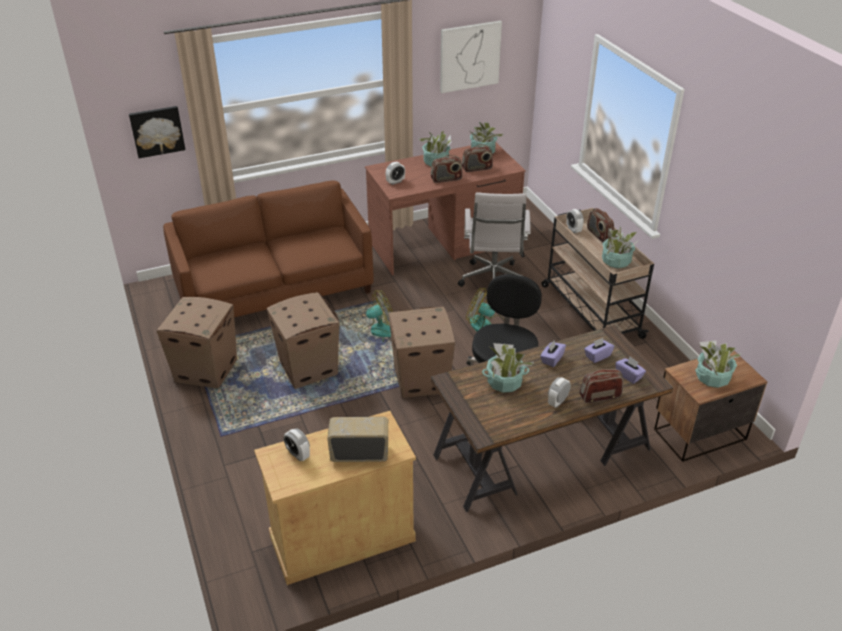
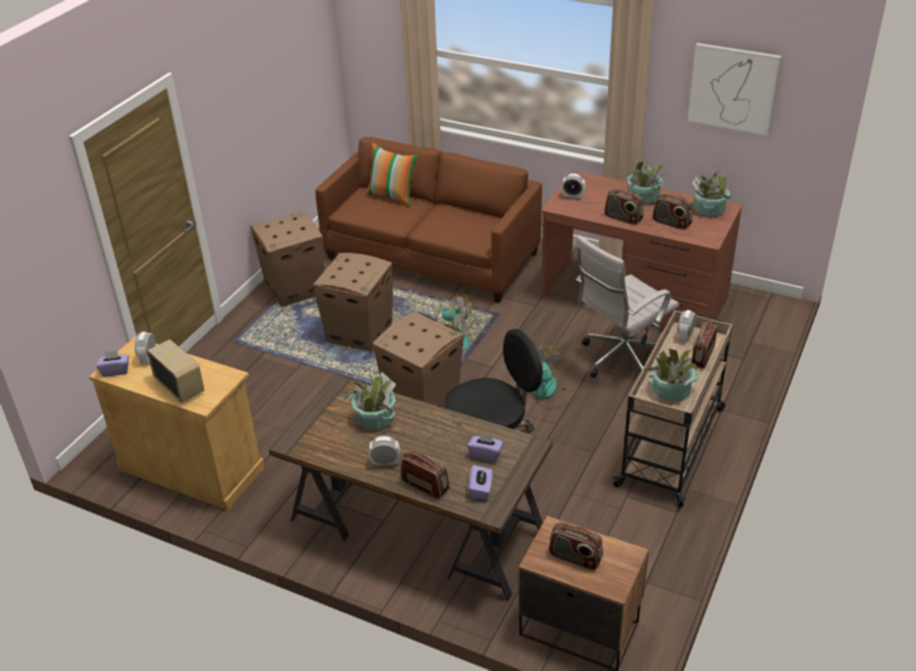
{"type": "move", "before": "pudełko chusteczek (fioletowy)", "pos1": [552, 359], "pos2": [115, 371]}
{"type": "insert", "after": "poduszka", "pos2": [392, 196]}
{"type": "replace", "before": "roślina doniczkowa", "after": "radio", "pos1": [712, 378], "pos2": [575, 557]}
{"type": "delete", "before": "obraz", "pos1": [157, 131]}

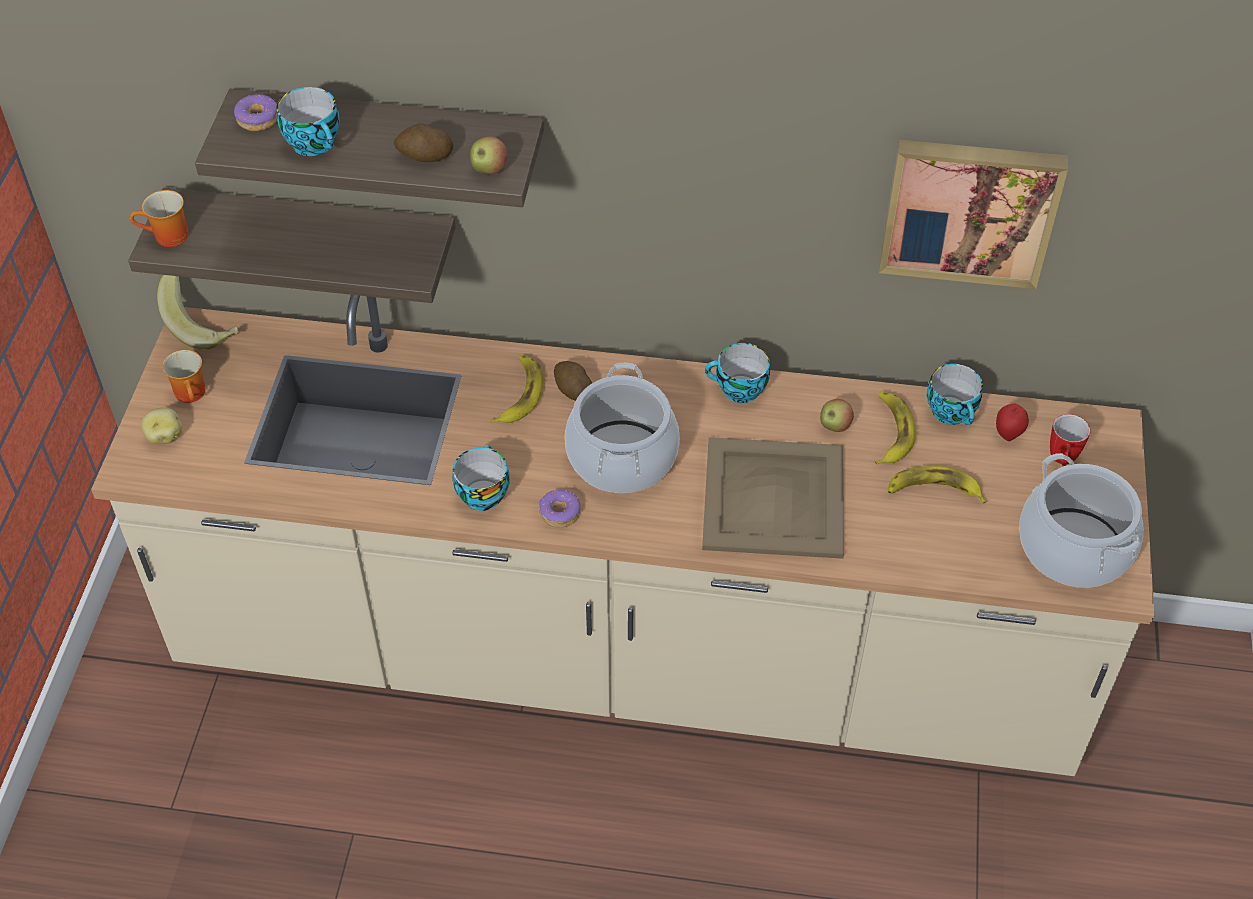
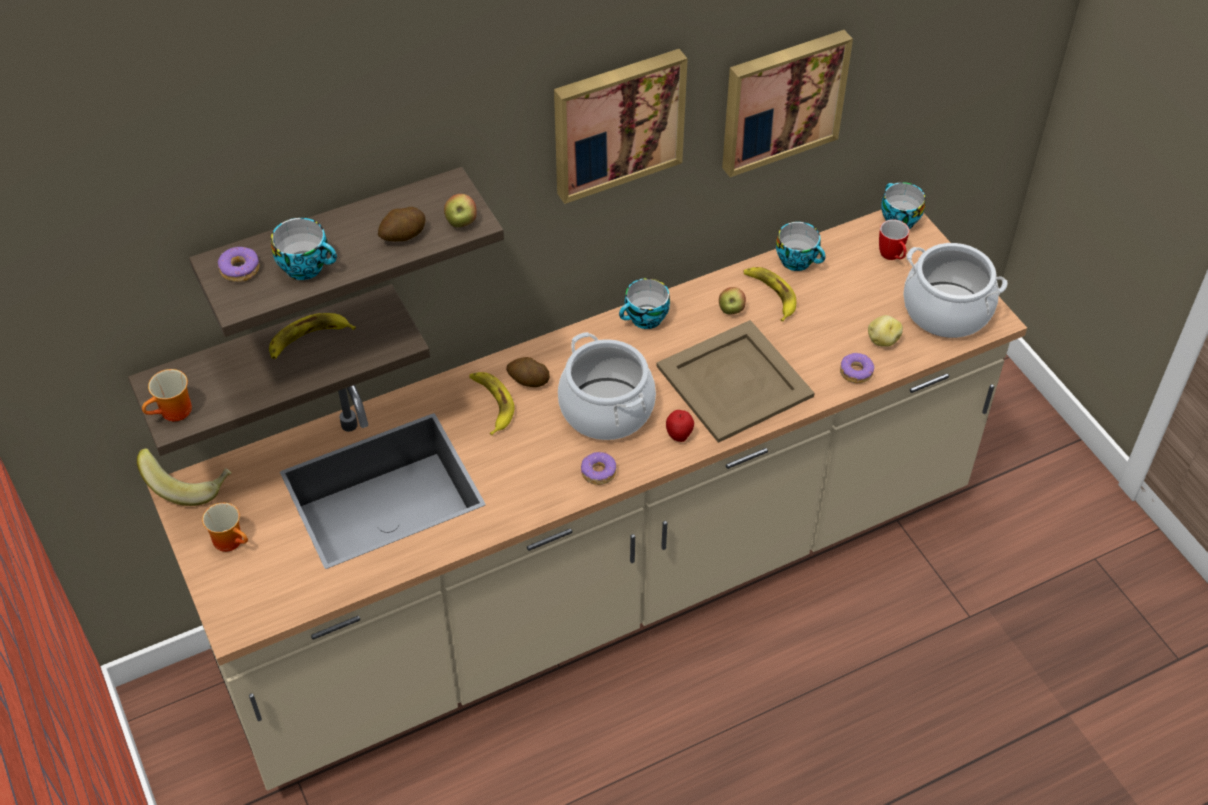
{"type": "move", "before": "banan", "pos1": [933, 490], "pos2": [308, 339]}
{"type": "insert", "after": "obraz", "pos2": [616, 122]}
{"type": "move", "before": "jabłko", "pos1": [1008, 434], "pos2": [679, 436]}
{"type": "insert", "after": "donut", "pos2": [856, 372]}
{"type": "move", "before": "ziemniak", "pos1": [164, 436], "pos2": [882, 340]}
{"type": "move", "before": "filiżanka", "pos1": [481, 493], "pos2": [897, 219]}

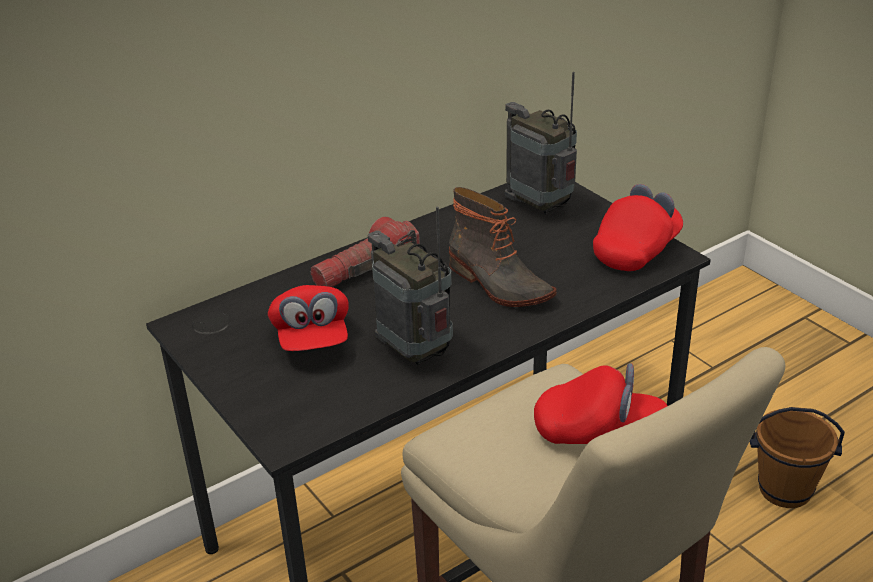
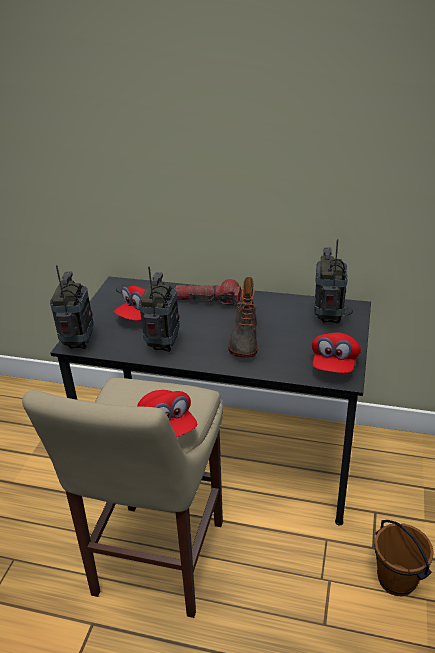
{"type": "insert", "after": "radio", "pos2": [78, 342]}
{"type": "rotate", "before": "czapka z daszkiem (czerwony)", "pos1": [637, 249], "pos2": [334, 364], "turn": 105}

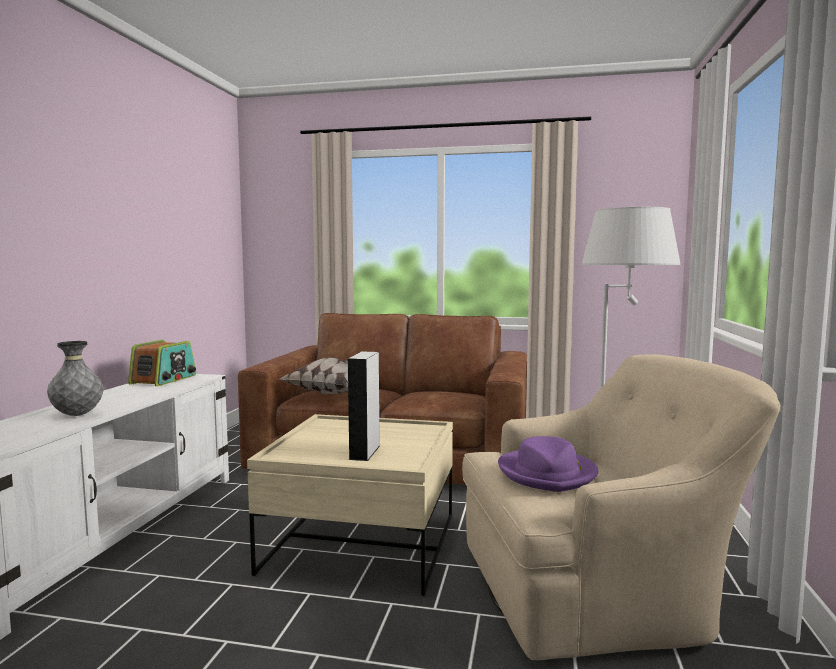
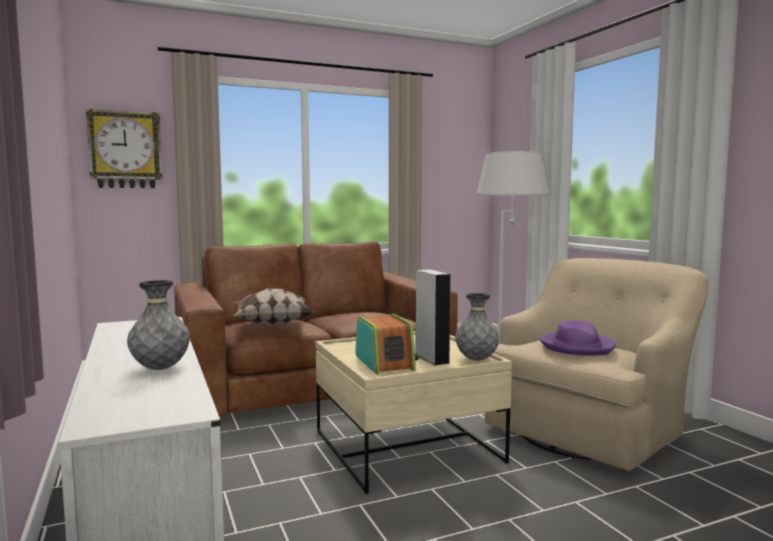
{"type": "insert", "after": "zegar ścienny", "pos2": [125, 150]}
{"type": "move", "before": "radio", "pos1": [164, 379], "pos2": [385, 363]}
{"type": "insert", "after": "wazon (szary)", "pos2": [476, 360]}

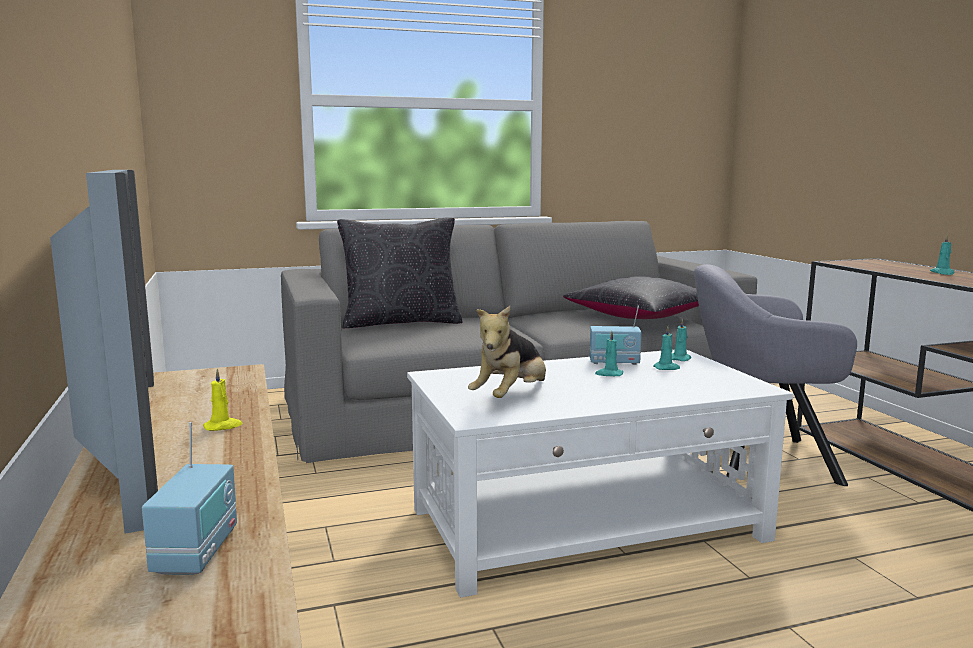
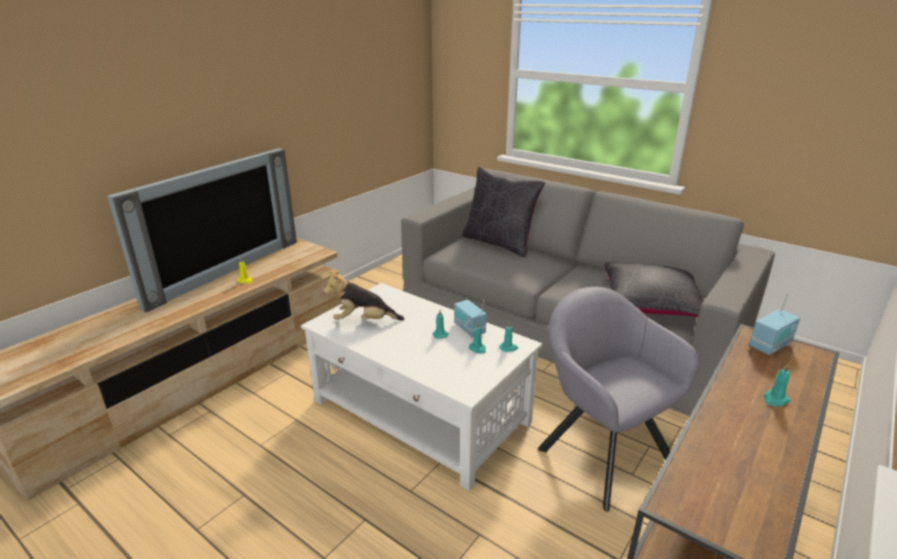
{"type": "move", "before": "radio", "pos1": [197, 551], "pos2": [770, 345]}

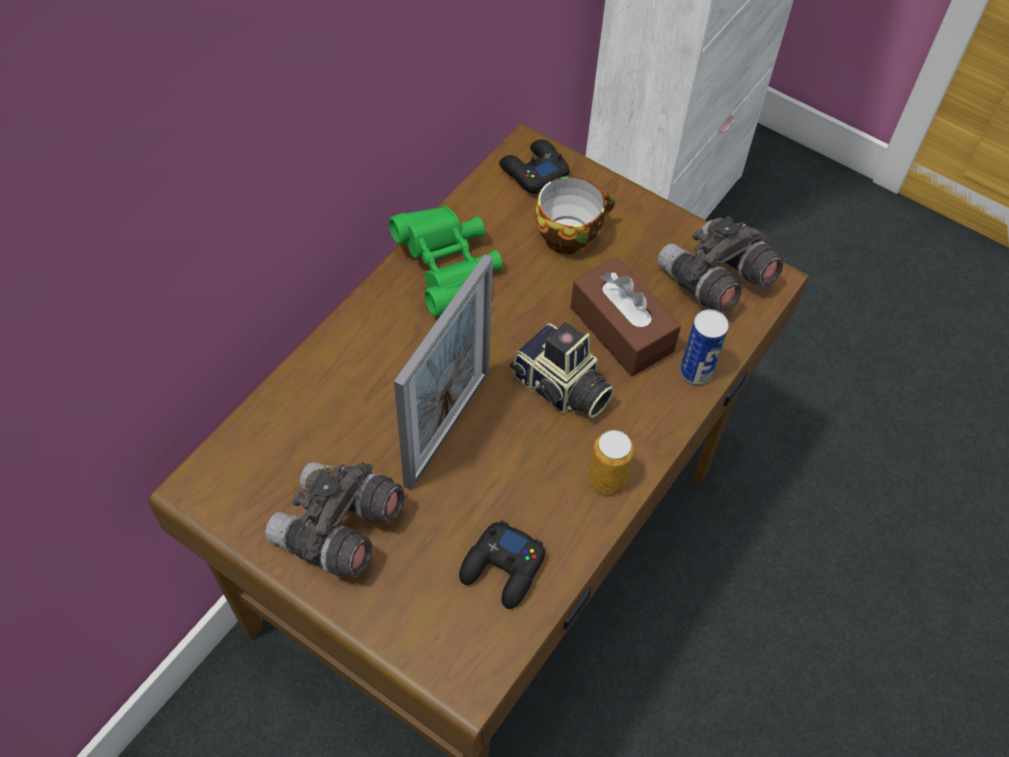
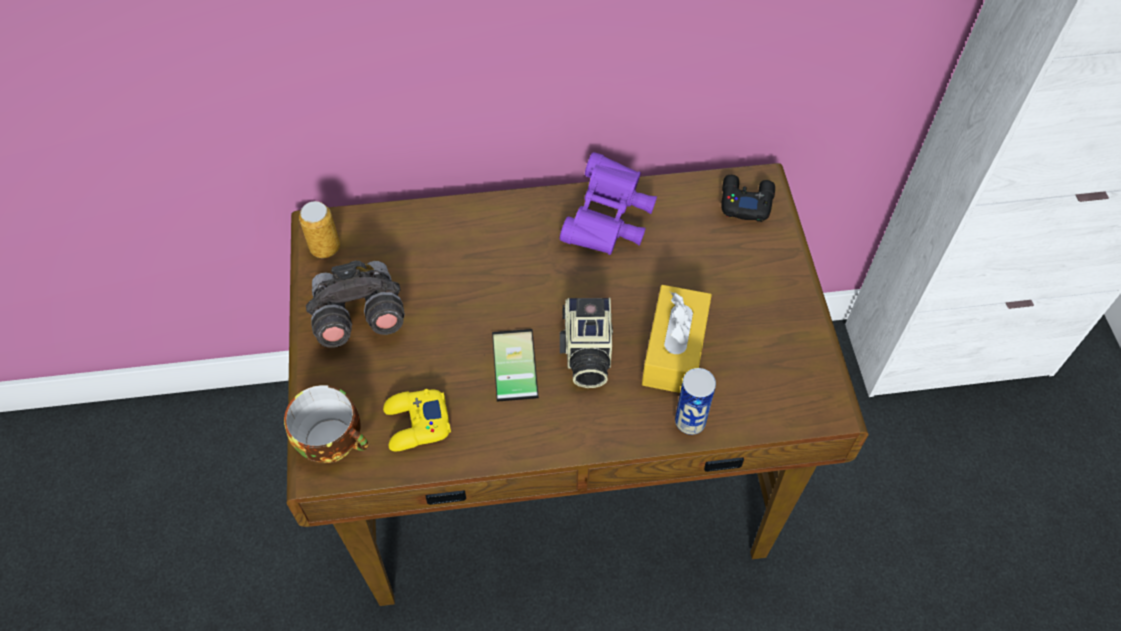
{"type": "move", "before": "filiżanka", "pos1": [570, 234], "pos2": [334, 440]}
{"type": "move", "before": "puszka", "pos1": [607, 479], "pos2": [325, 248]}
{"type": "recolor", "before": "pad do gier (czarny)", "after": "pad do gier (żółty)", "pos1": [503, 569], "pos2": [416, 424]}
{"type": "insert", "after": "telefon", "pos2": [510, 365]}
{"type": "recolor", "before": "lornetka (zielony)", "after": "lornetka (fioletowy)", "pos1": [449, 270], "pos2": [608, 221]}
{"type": "recolor", "before": "pudełko chusteczek (brązowy)", "after": "pudełko chusteczek (żółty)", "pos1": [621, 329], "pos2": [674, 350]}
{"type": "delete", "before": "ramka na zdjęcie", "pos1": [447, 428]}
{"type": "delete", "before": "lornetka (szary)", "pos1": [714, 281]}

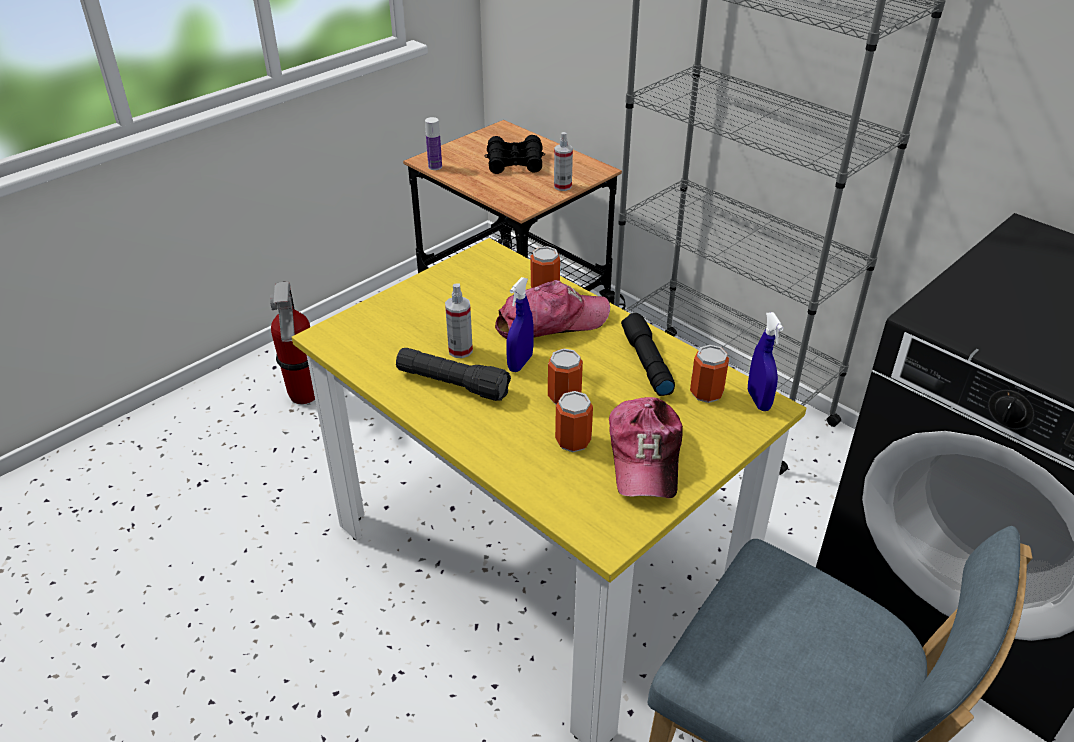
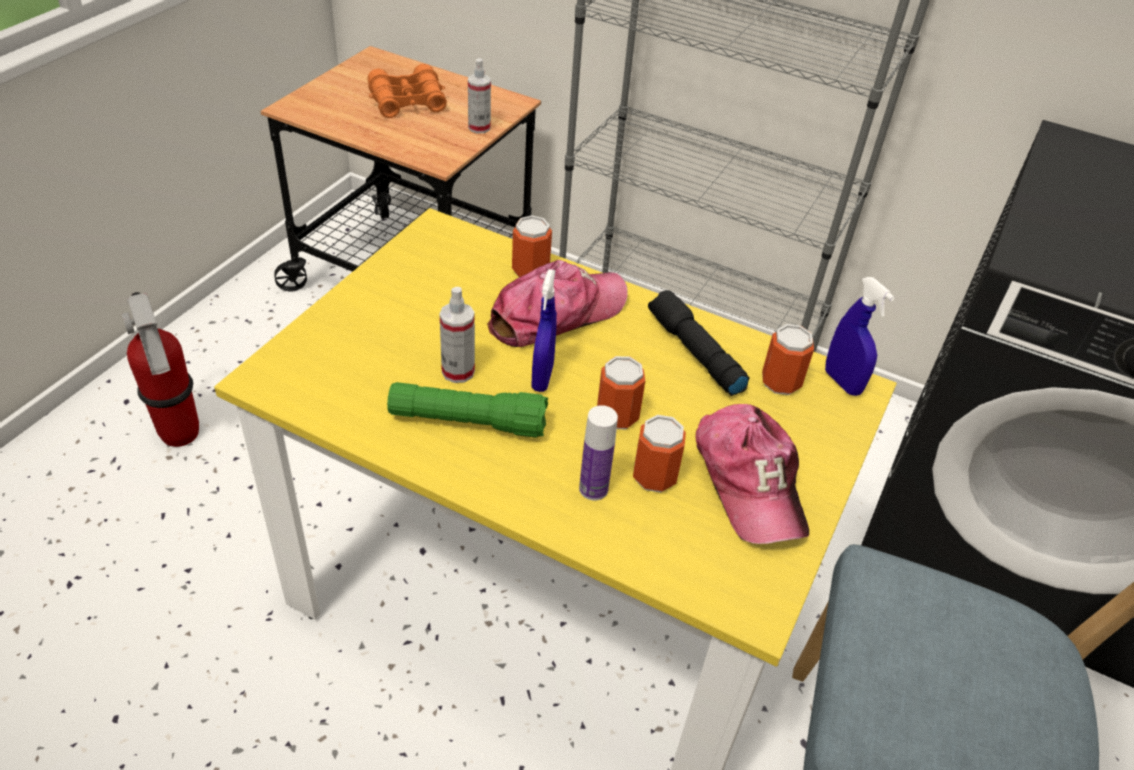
{"type": "recolor", "before": "lornetka (czarny)", "after": "lornetka (pomarańczowy)", "pos1": [515, 163], "pos2": [407, 101]}
{"type": "recolor", "before": "latarka (czarny)", "after": "latarka (zielony)", "pos1": [452, 384], "pos2": [468, 422]}
{"type": "move", "before": "butelka", "pos1": [435, 167], "pos2": [593, 489]}

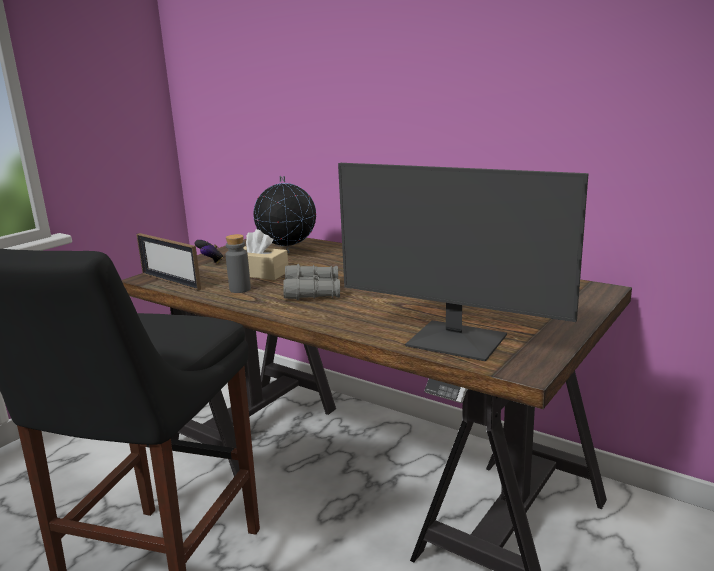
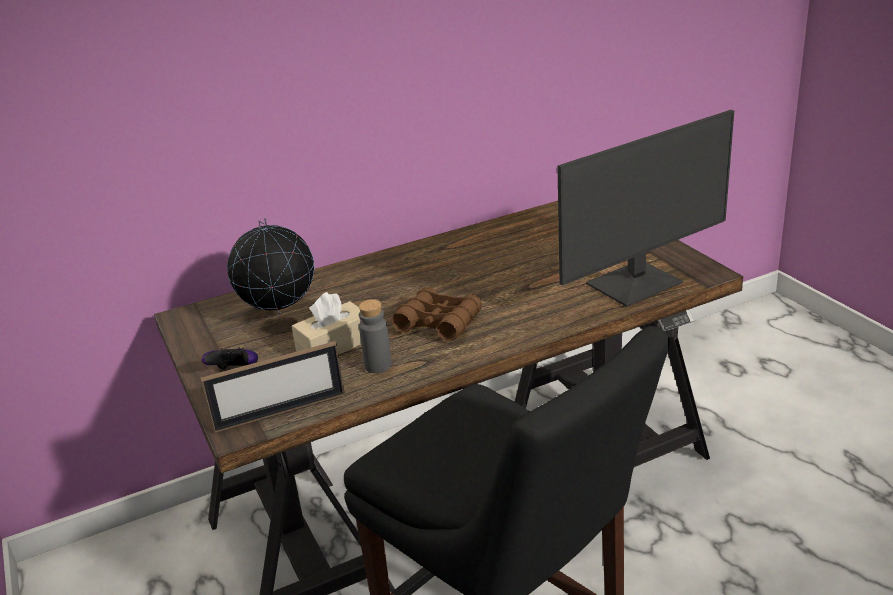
{"type": "recolor", "before": "lornetka (szary)", "after": "lornetka (brązowy)", "pos1": [313, 291], "pos2": [438, 323]}

